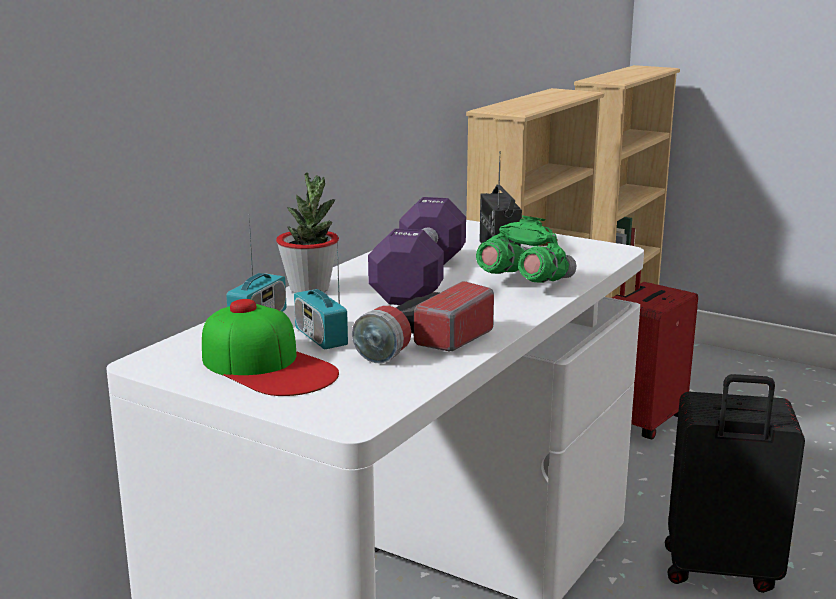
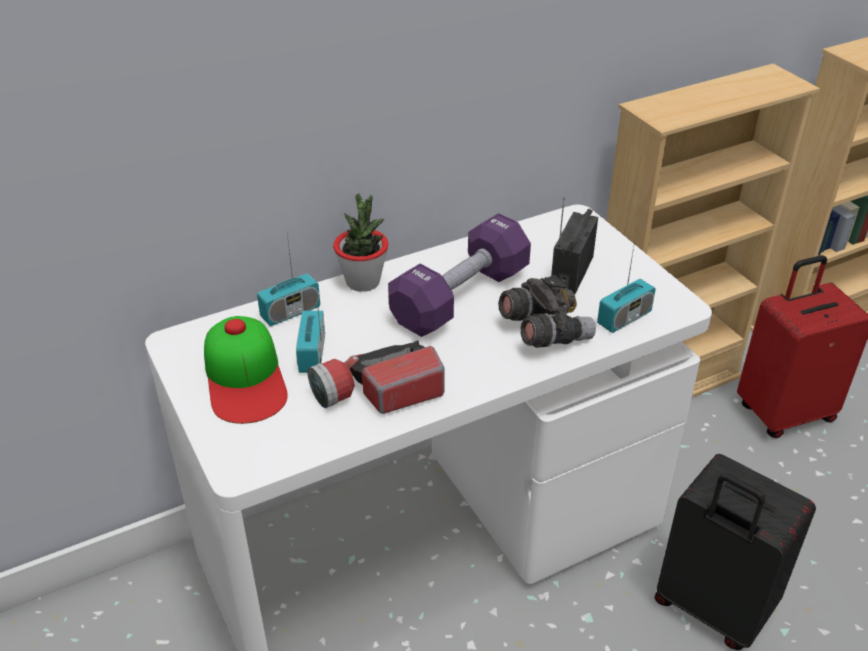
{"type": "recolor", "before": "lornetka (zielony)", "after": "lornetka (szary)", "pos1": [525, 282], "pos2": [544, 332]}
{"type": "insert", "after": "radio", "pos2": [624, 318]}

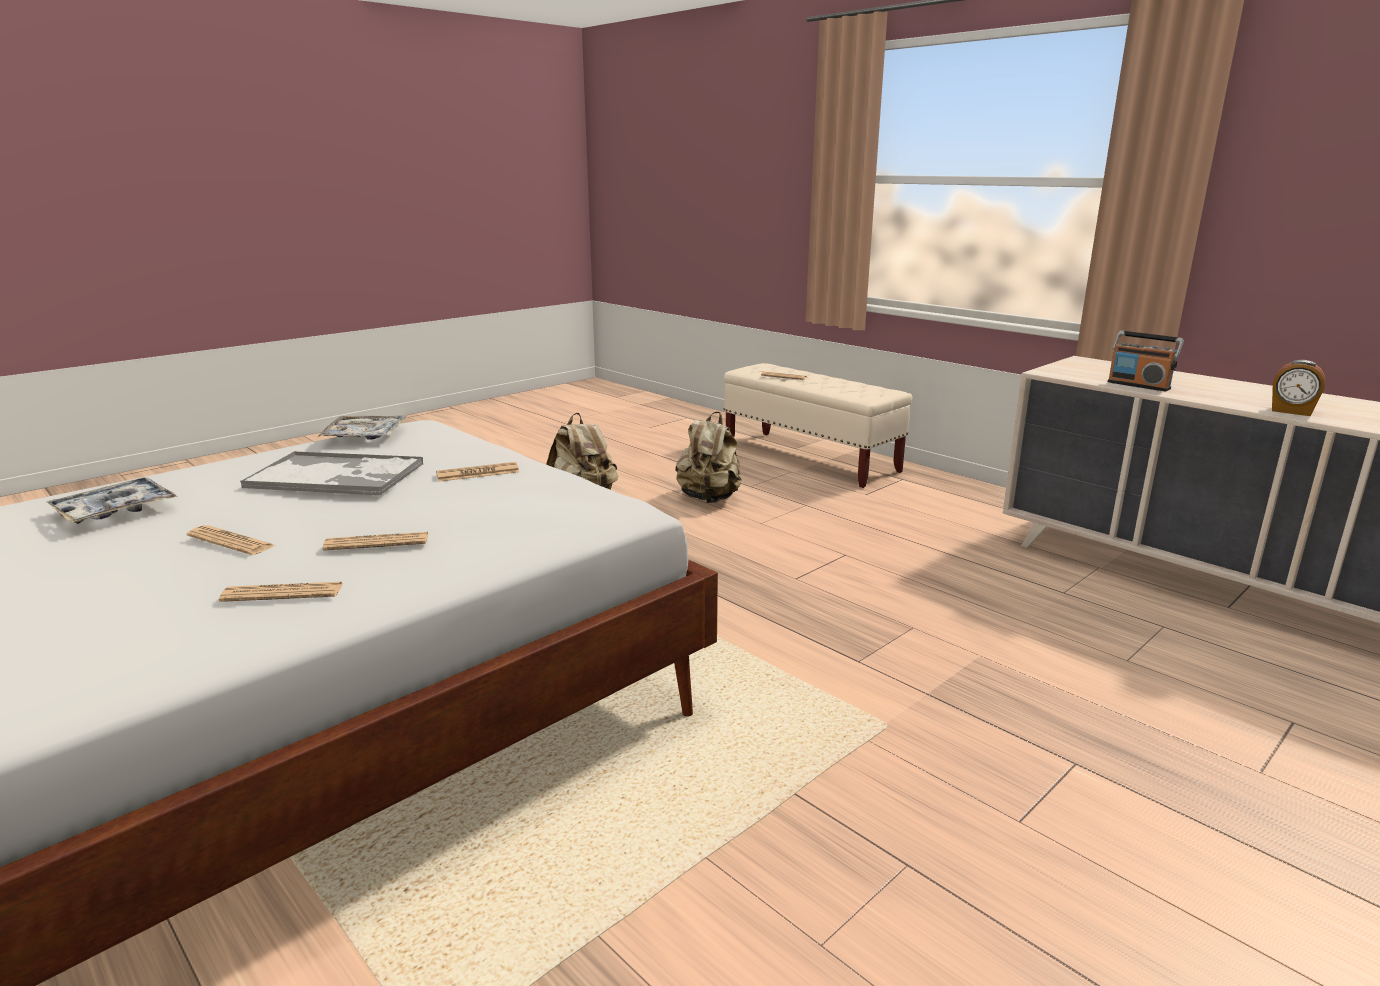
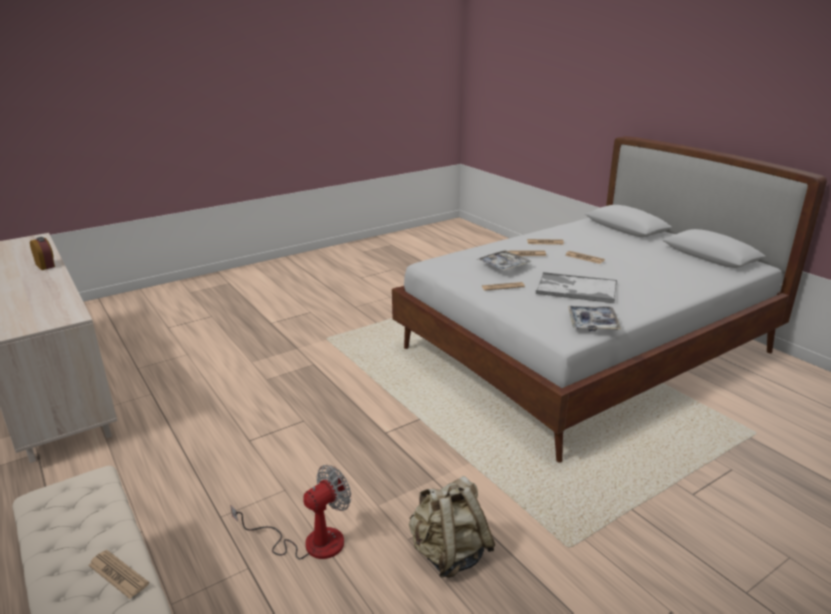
{"type": "replace", "before": "plecak (beżowy)", "after": "wentylator", "pos1": [709, 499], "pos2": [310, 542]}
{"type": "move", "before": "taca", "pos1": [115, 511], "pos2": [503, 265]}
{"type": "delete", "before": "radio", "pos1": [1138, 385]}

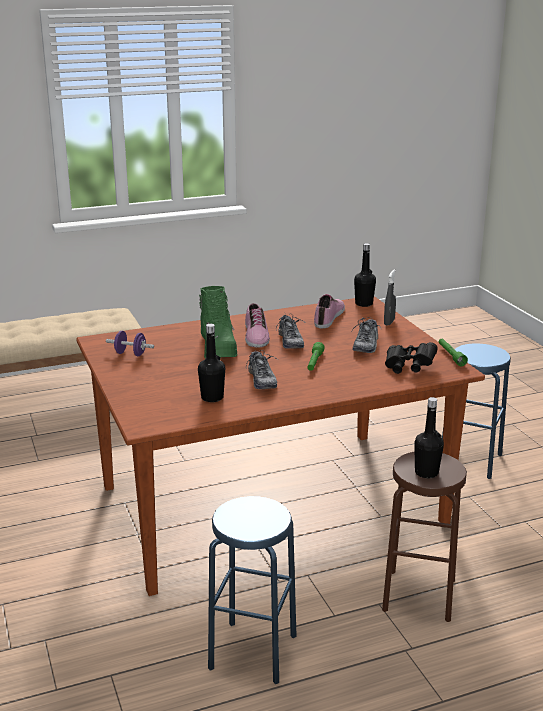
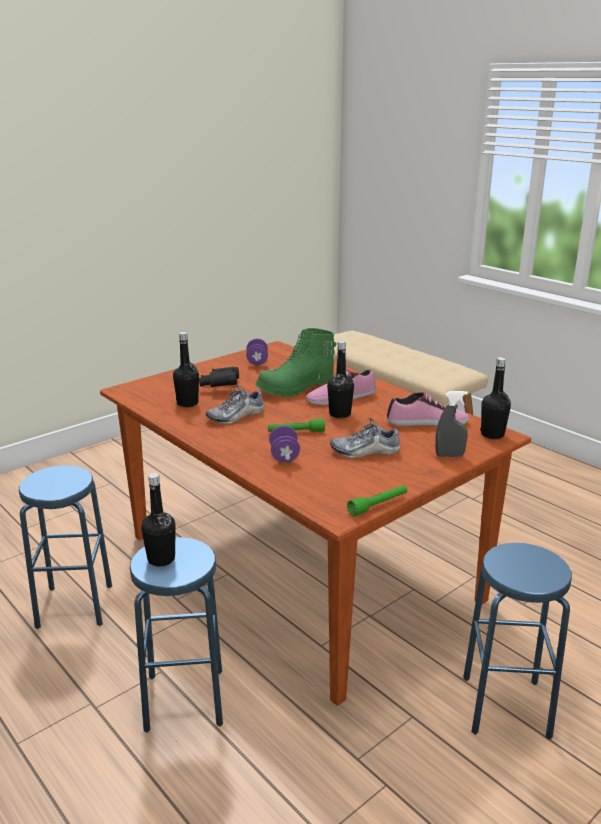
{"type": "recolor", "before": "stołek (brązowy)", "after": "stołek (niebieski)", "pos1": [419, 595], "pos2": [184, 699]}
{"type": "move", "before": "lornetka (czarny)", "pos1": [408, 367], "pos2": [220, 387]}
{"type": "insert", "after": "hantel (fioletowy)", "pos2": [284, 456]}
{"type": "replace", "before": "but", "after": "butelka (czarny)", "pos1": [290, 341], "pos2": [340, 414]}

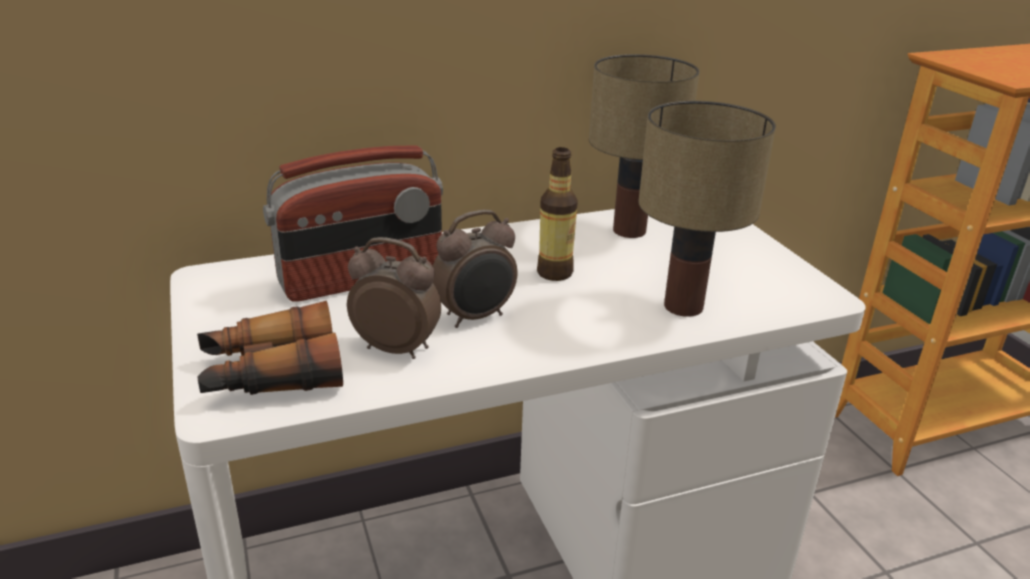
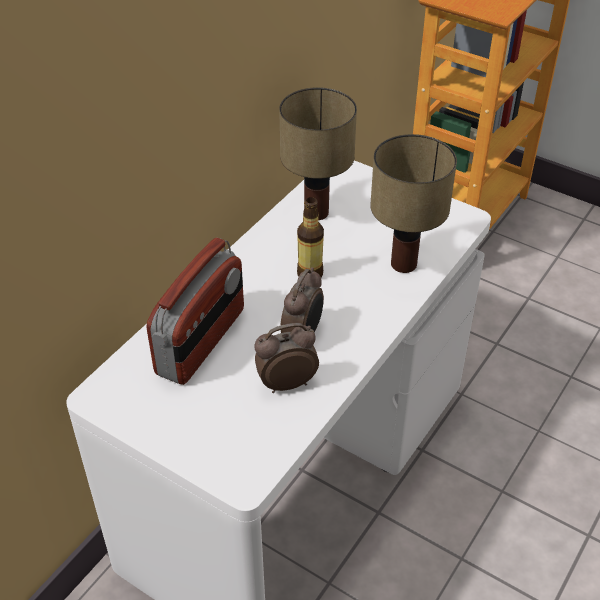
{"type": "delete", "before": "lornetka", "pos1": [271, 374]}

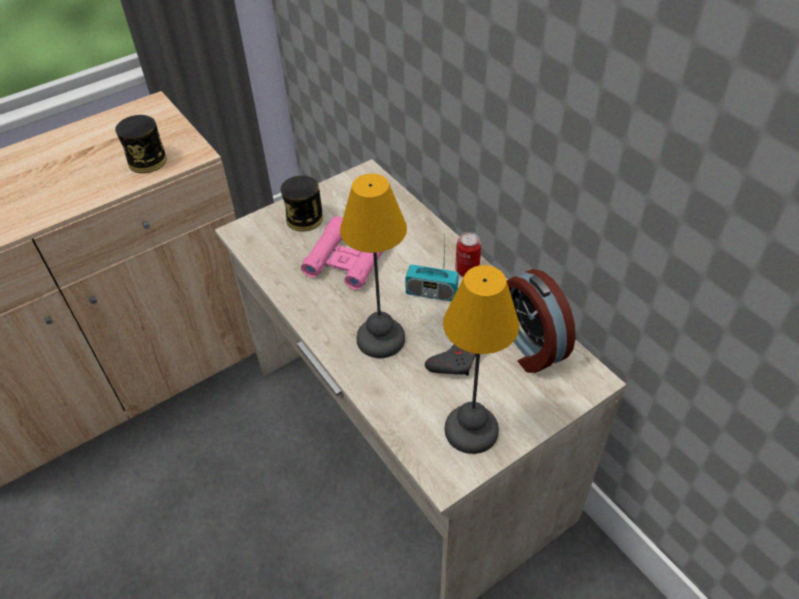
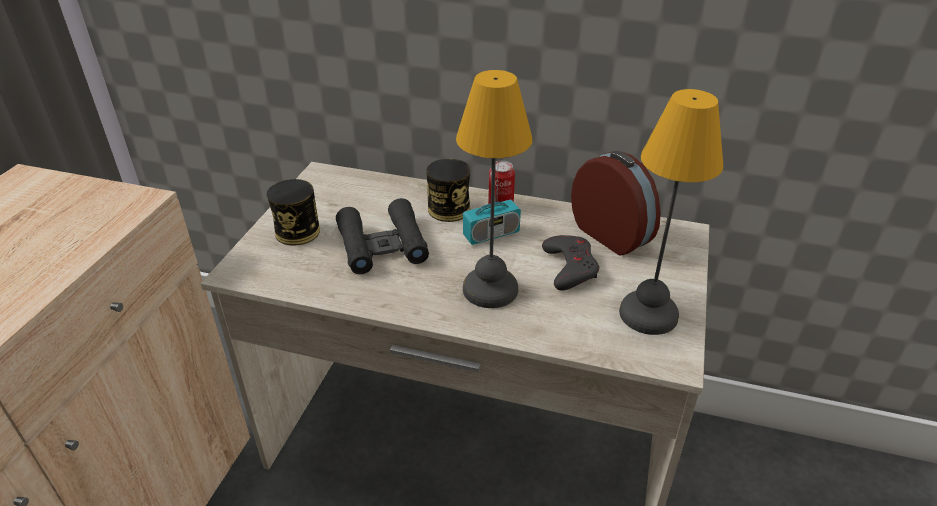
{"type": "recolor", "before": "lornetka (różowy)", "after": "lornetka (czarny)", "pos1": [347, 260], "pos2": [382, 245]}
{"type": "move", "before": "puszka", "pos1": [147, 161], "pos2": [449, 209]}
{"type": "rotate", "before": "budzik", "pos1": [527, 345], "pos2": [612, 234], "turn": -150}

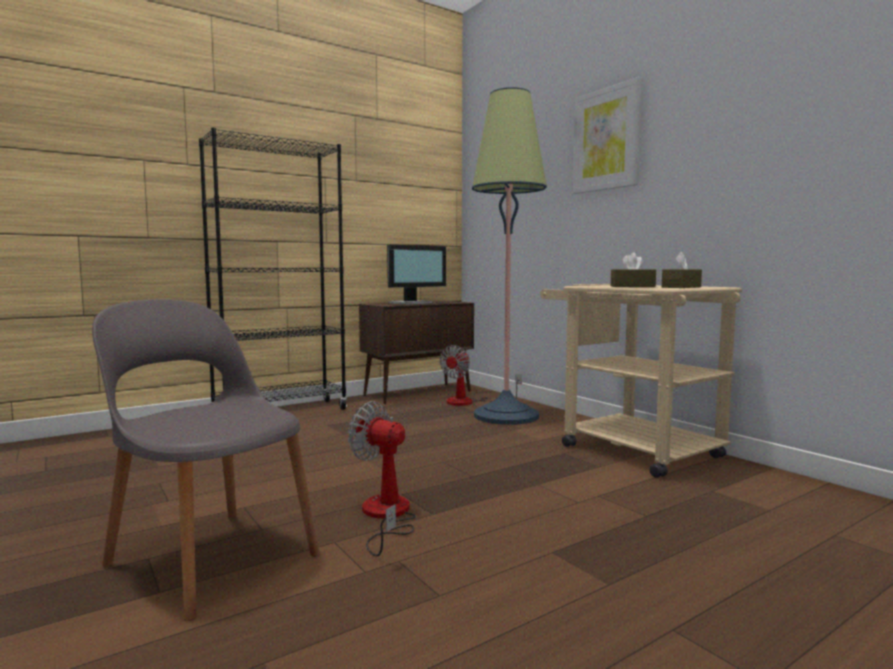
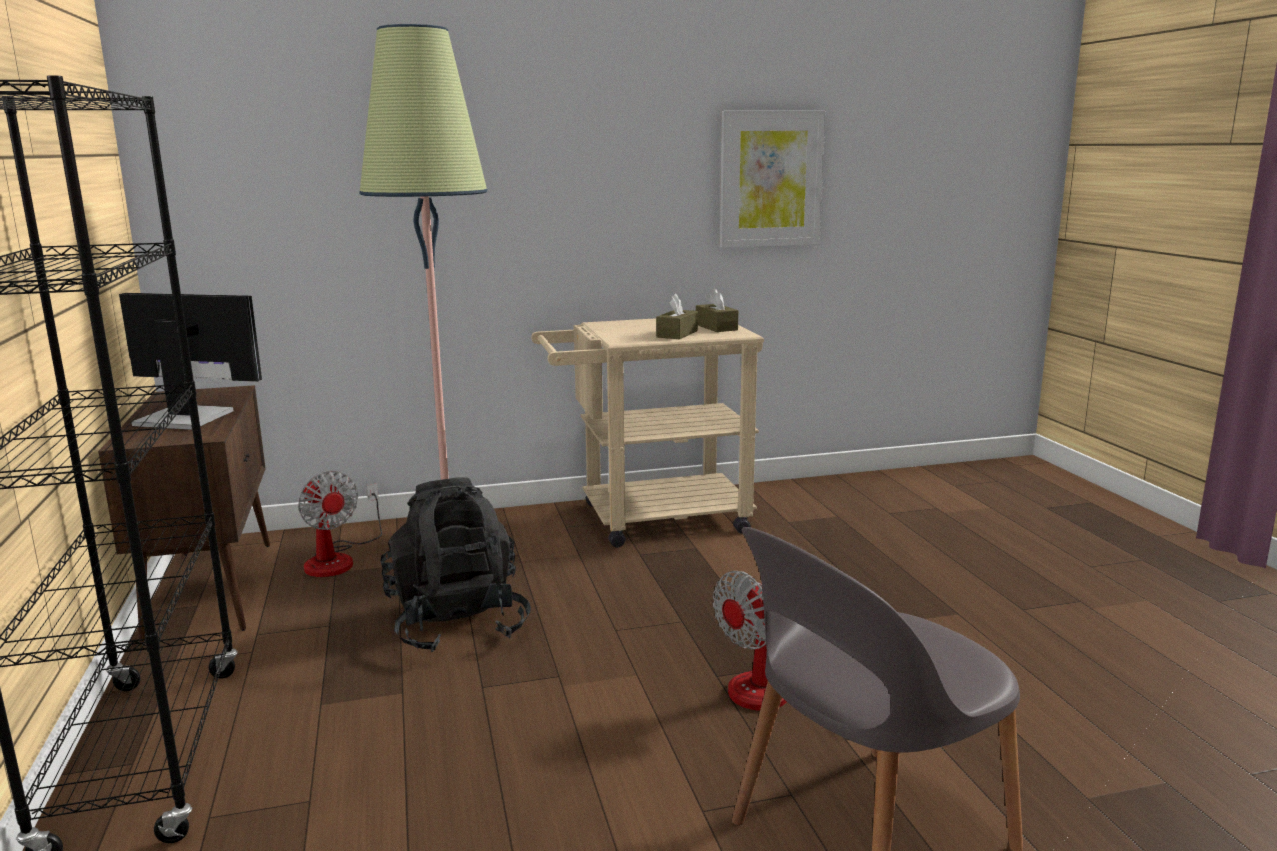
{"type": "rotate", "before": "monitor", "pos1": [412, 303], "pos2": [185, 417], "turn": -60}
{"type": "insert", "after": "plecak (czarny)", "pos2": [457, 624]}
{"type": "move", "before": "obraz", "pos1": [606, 139], "pos2": [770, 179]}

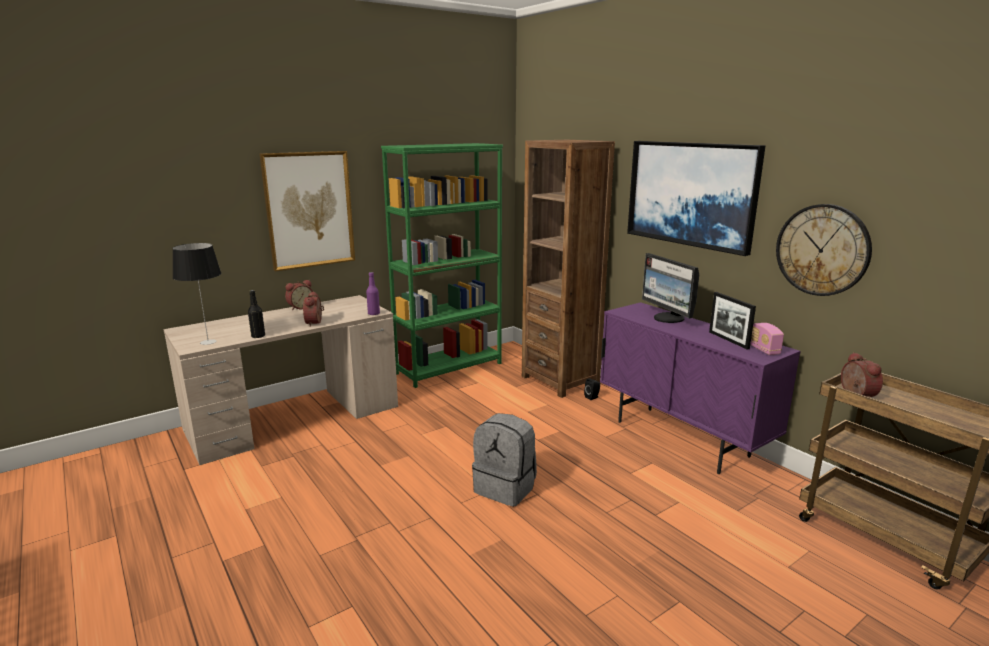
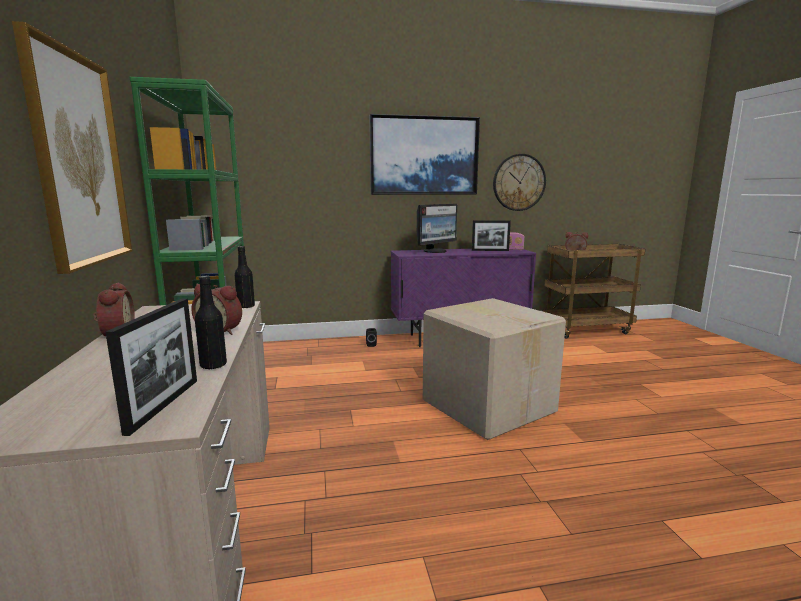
{"type": "replace", "before": "lampa stołowa", "after": "ramka na zdjęcie", "pos1": [208, 342], "pos2": [164, 405]}
{"type": "recolor", "before": "butelka (fioletowy)", "after": "butelka (czarny)", "pos1": [373, 314], "pos2": [246, 306]}
{"type": "rotate", "before": "monitor", "pos1": [668, 318], "pos2": [435, 251], "turn": -45}
{"type": "replace", "before": "plecak (szary)", "after": "karton", "pos1": [506, 488], "pos2": [488, 405]}
{"type": "delete", "before": "regał (brązowy)", "pos1": [560, 380]}

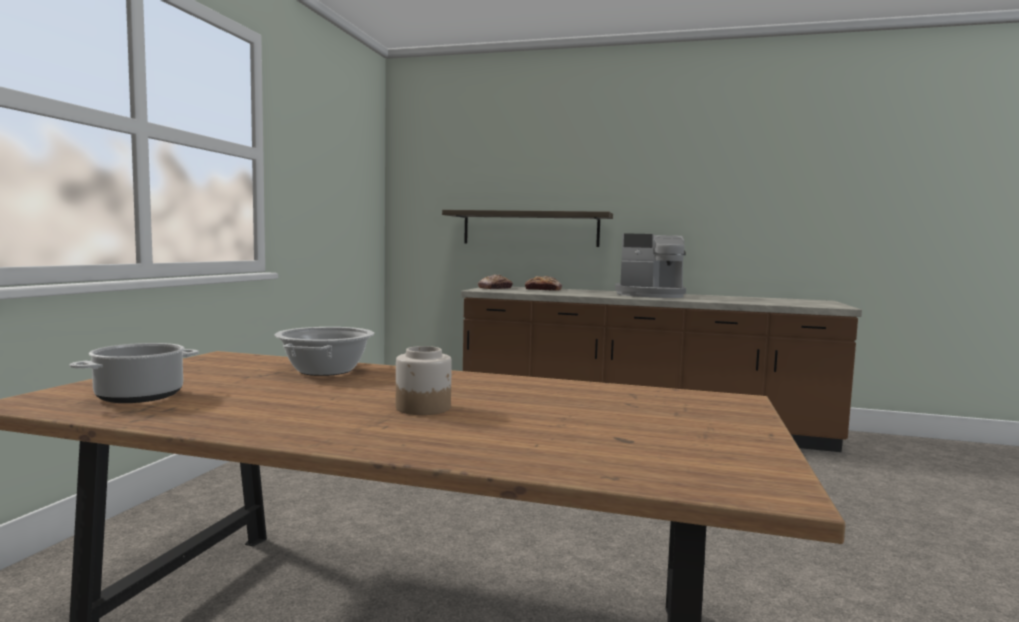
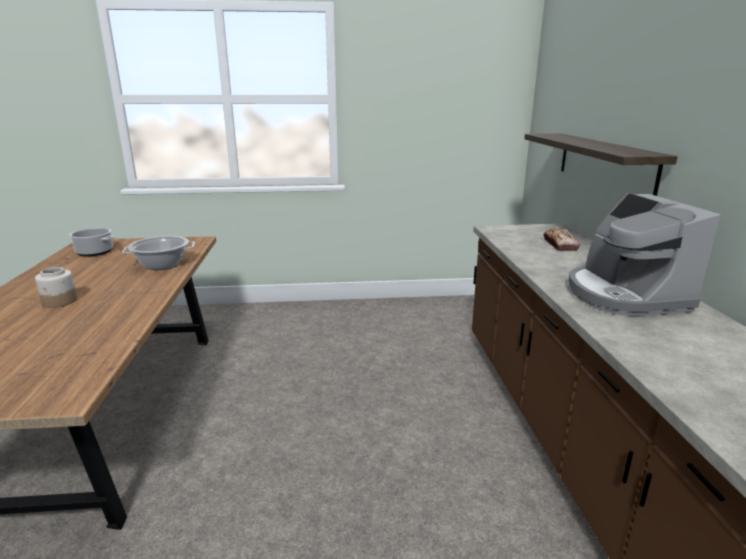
{"type": "delete", "before": "chleb", "pos1": [495, 288]}

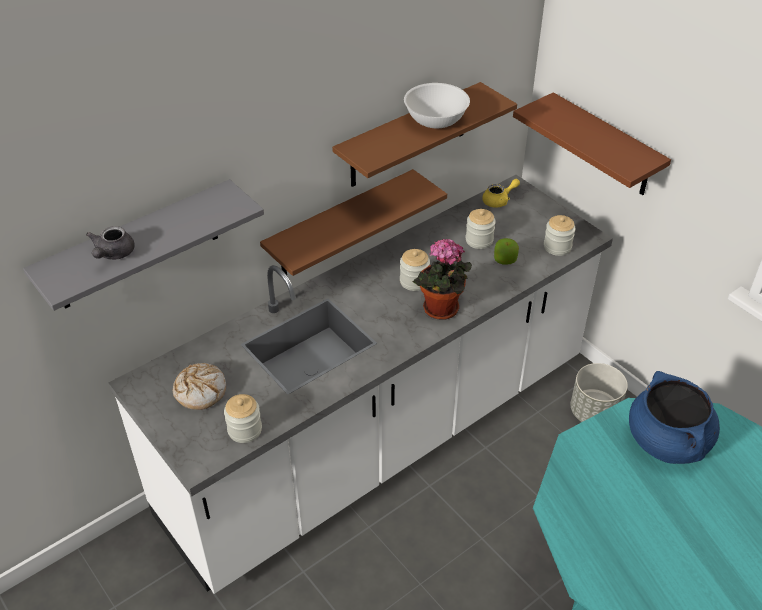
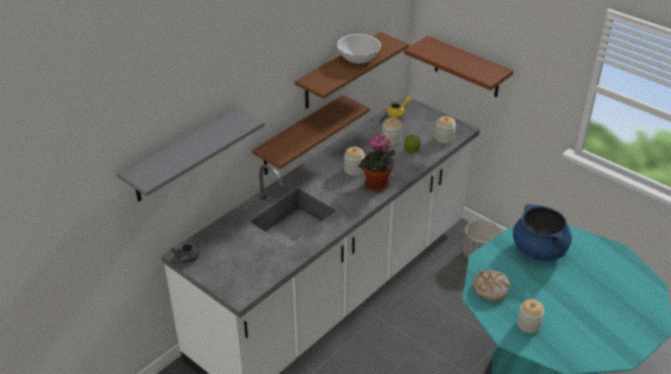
{"type": "move", "before": "imbryk (szary)", "pos1": [113, 254], "pos2": [187, 259]}
{"type": "move", "before": "chleb", "pos1": [200, 391], "pos2": [490, 289]}
{"type": "move", "before": "słoik", "pos1": [245, 430], "pos2": [528, 324]}

